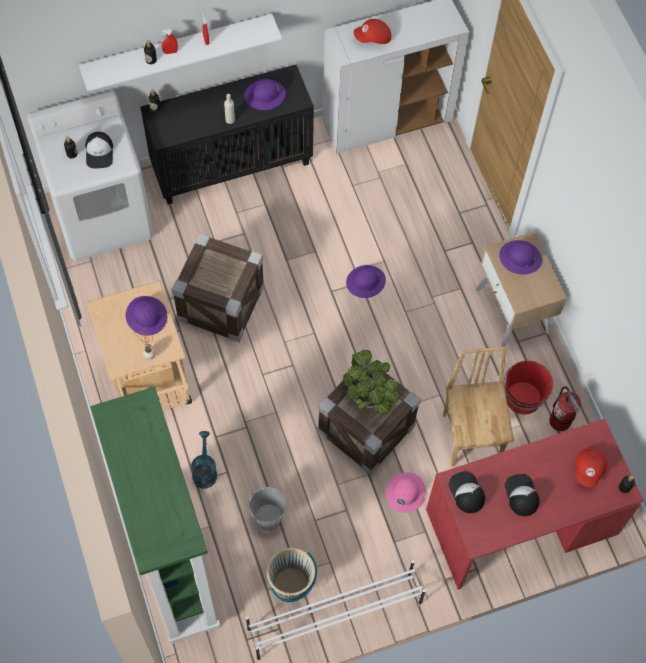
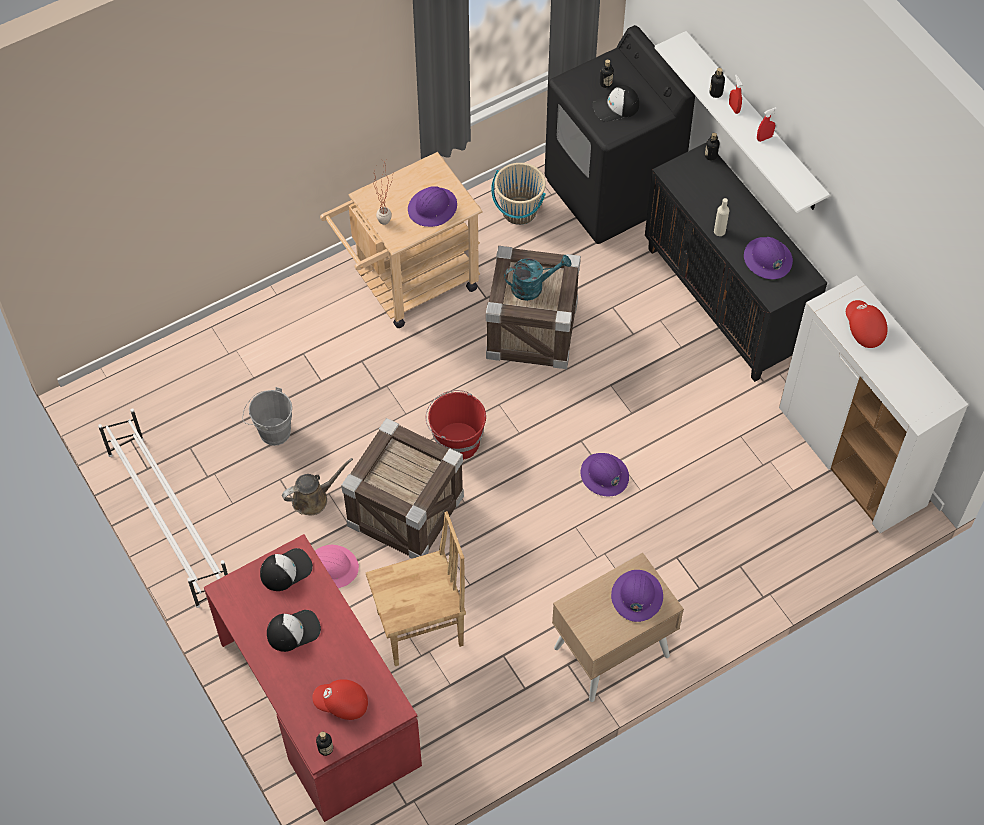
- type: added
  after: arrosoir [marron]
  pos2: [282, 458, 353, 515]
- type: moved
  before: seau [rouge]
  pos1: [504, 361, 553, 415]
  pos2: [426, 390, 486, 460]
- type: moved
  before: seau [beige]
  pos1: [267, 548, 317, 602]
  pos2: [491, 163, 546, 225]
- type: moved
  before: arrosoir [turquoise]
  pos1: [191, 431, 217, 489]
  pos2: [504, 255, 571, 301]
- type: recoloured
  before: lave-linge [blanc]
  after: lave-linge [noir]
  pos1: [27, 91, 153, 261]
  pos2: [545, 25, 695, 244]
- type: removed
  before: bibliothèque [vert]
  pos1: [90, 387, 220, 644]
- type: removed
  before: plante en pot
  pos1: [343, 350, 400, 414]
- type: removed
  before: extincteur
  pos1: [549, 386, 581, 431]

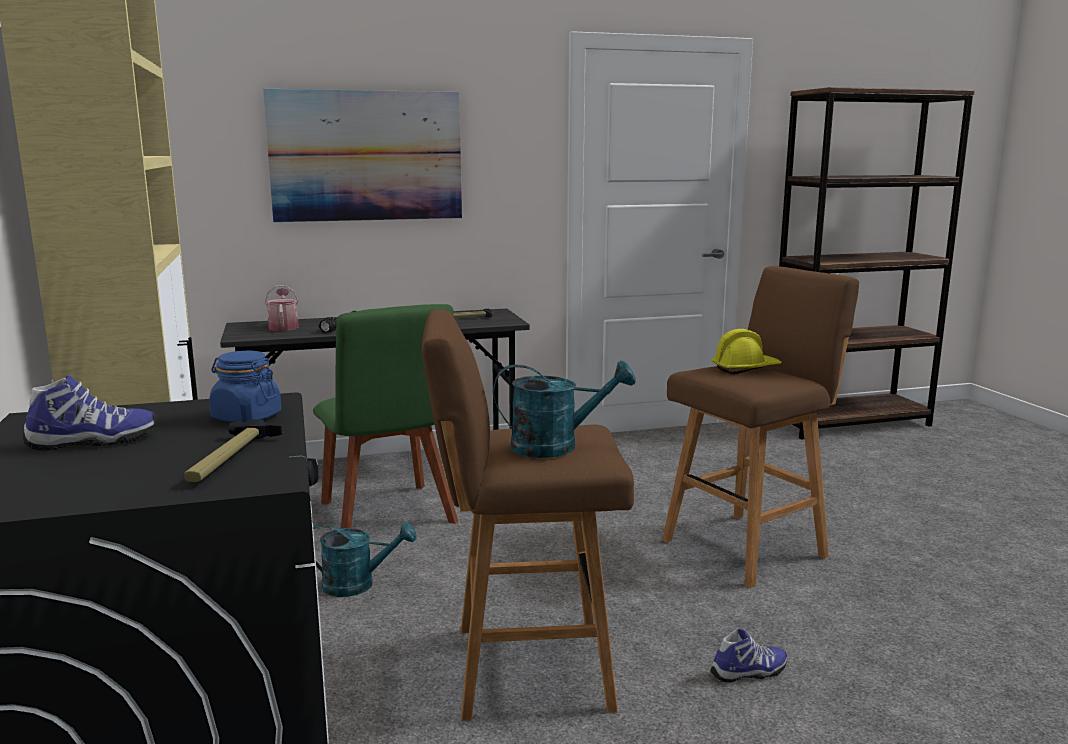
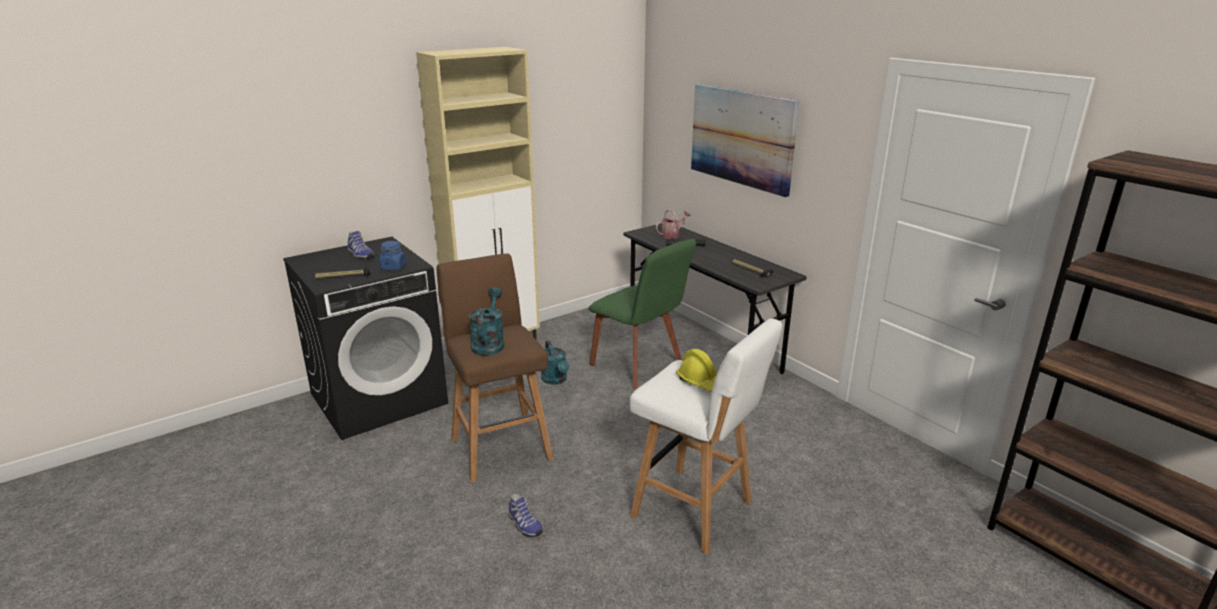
- type: turned
  before: arrosoir [turquoise]
  pos1: [493, 360, 636, 458]
  pos2: [469, 287, 504, 356]
  turn: -150
- type: turned
  before: chaise [vert]
  pos1: [313, 304, 458, 529]
  pos2: [588, 239, 696, 389]
  turn: -90
- type: recoloured
  before: tabouret [marron]
  after: tabouret [blanc]
  pos1: [662, 266, 859, 588]
  pos2: [630, 318, 782, 555]

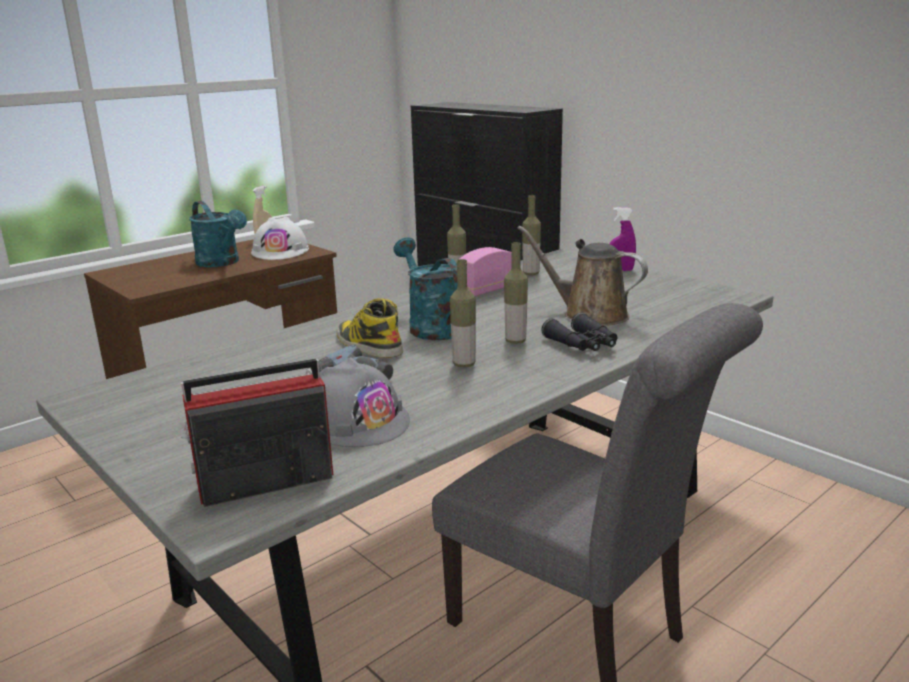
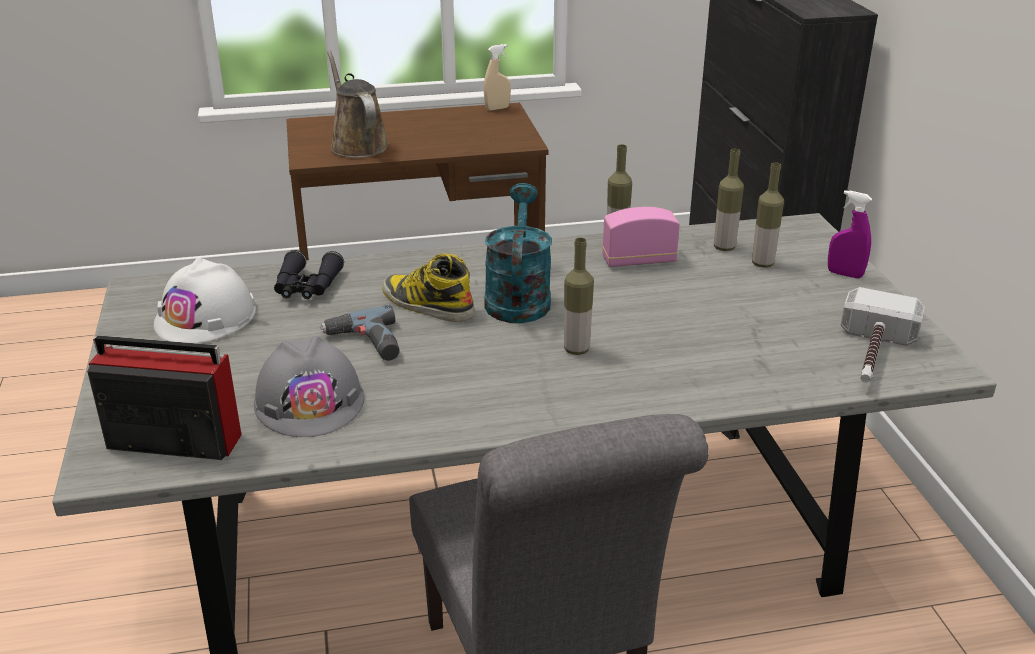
- type: moved
  before: casque de chantier [blanc]
  pos1: [251, 217, 309, 260]
  pos2: [154, 258, 256, 343]
- type: moved
  before: jumelles [noir]
  pos1: [542, 313, 617, 351]
  pos2: [274, 250, 344, 299]
- type: moved
  before: arrosoir [marron]
  pos1: [517, 226, 648, 326]
  pos2: [327, 50, 389, 158]
- type: turned
  before: botte
  pos1: [337, 298, 403, 358]
  pos2: [382, 253, 475, 322]
  turn: -45
- type: moved
  before: bouteille
  pos1: [450, 259, 476, 367]
  pos2: [752, 163, 784, 268]
- type: added
  after: marteau
  pos2: [841, 287, 925, 382]
- type: removed
  before: arrosoir [turquoise]
  pos1: [189, 201, 247, 267]

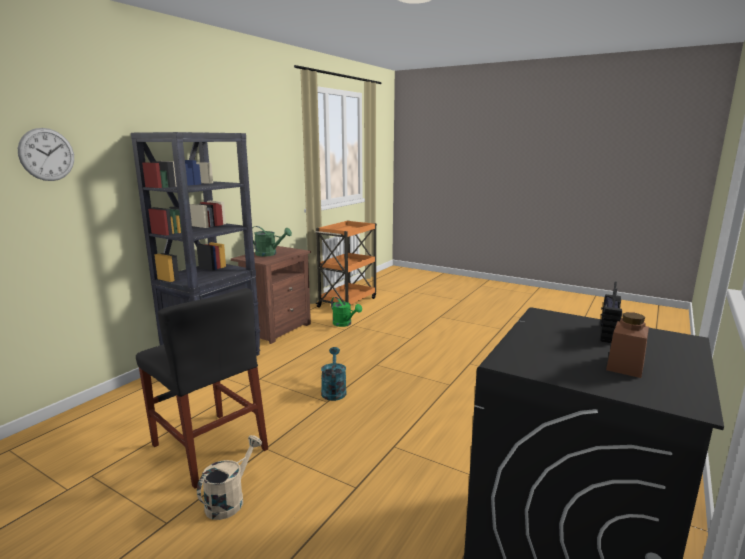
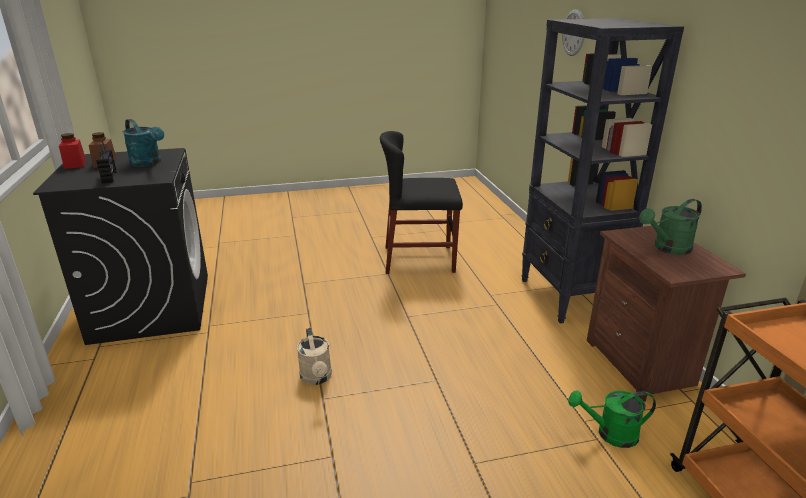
- type: added
  after: bocal [rouge]
  pos2: [59, 133, 86, 169]
- type: moved
  before: arrosoir [turquoise]
  pos1: [321, 347, 346, 401]
  pos2: [123, 119, 164, 167]
- type: moved
  before: arrosoir [beige]
  pos1: [197, 435, 262, 520]
  pos2: [297, 327, 332, 385]

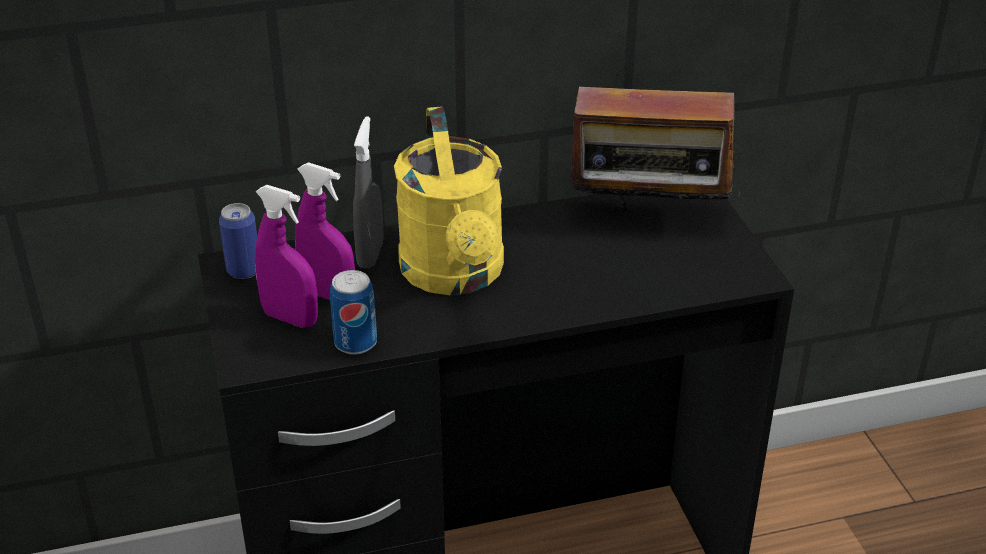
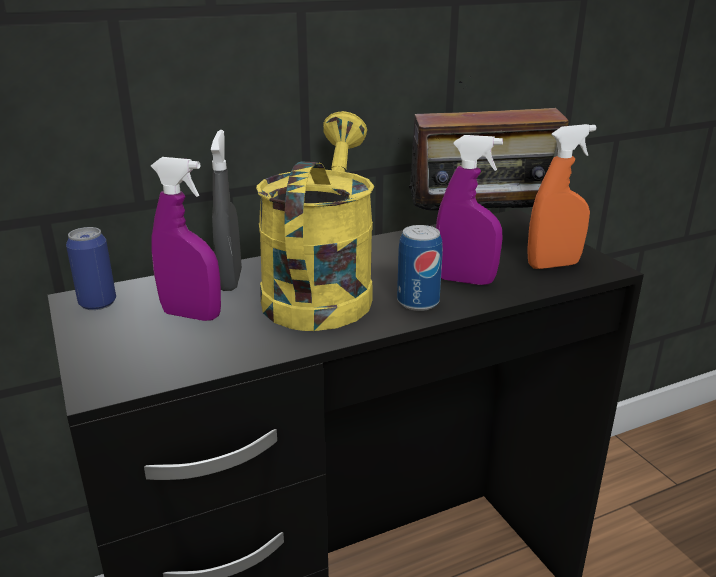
- type: turned
  before: arrosoir [jaune]
  pos1: [394, 106, 504, 295]
  pos2: [256, 111, 374, 331]
  turn: -150
- type: moved
  before: boîte métallique
  pos1: [330, 270, 377, 355]
  pos2: [397, 225, 443, 311]
- type: moved
  before: vaporisateur [violet]
  pos1: [255, 185, 318, 328]
  pos2: [436, 135, 503, 285]
- type: added
  after: vaporisateur [orange]
  pos2: [527, 124, 596, 269]

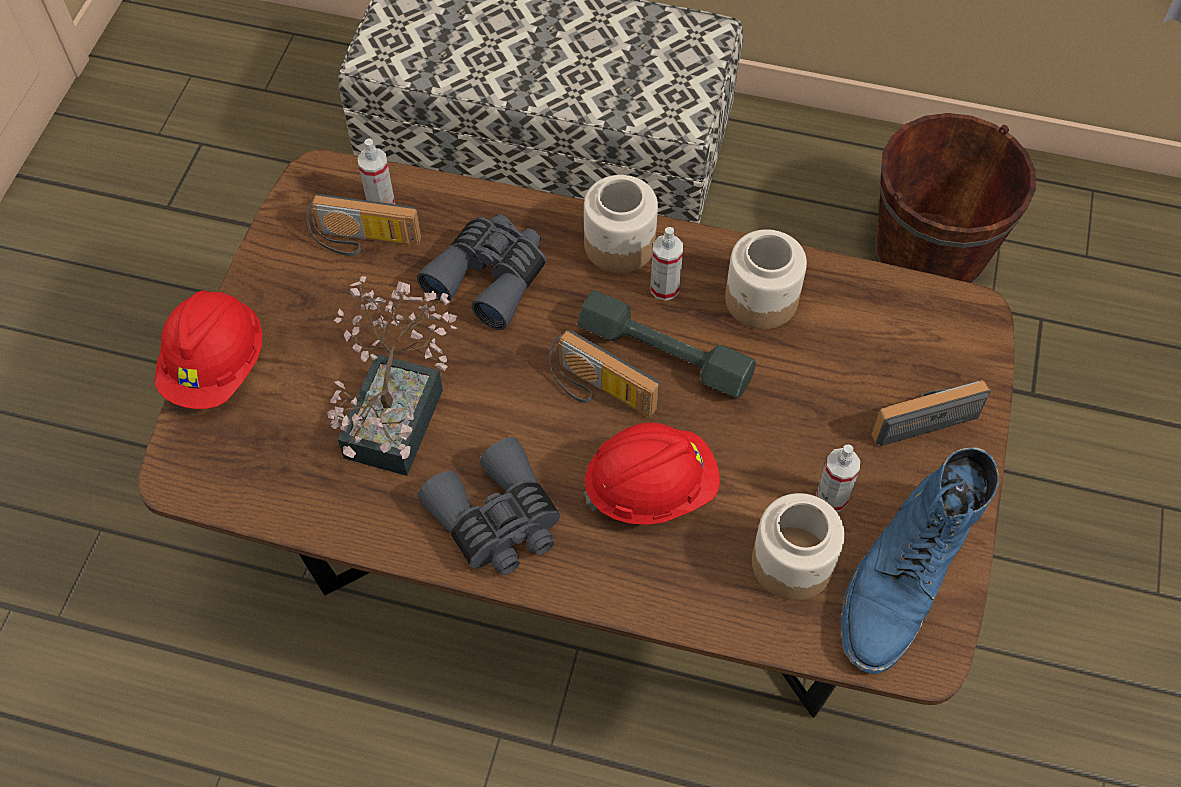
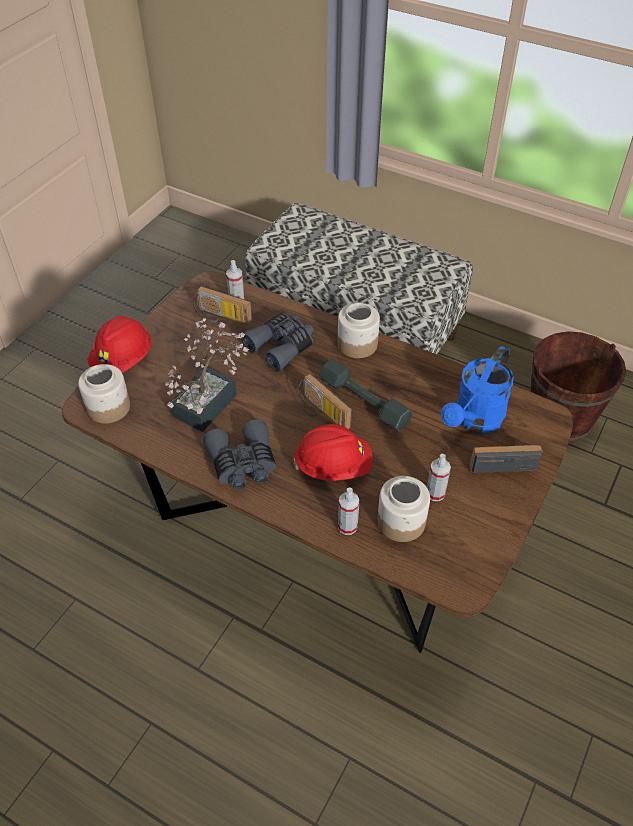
- type: moved
  before: bocal
  pos1: [725, 229, 807, 330]
  pos2: [78, 364, 130, 424]
- type: moved
  before: vaporisateur
  pos1: [651, 227, 683, 301]
  pos2: [338, 487, 360, 535]
- type: added
  after: arrosoir [bleu]
  pos2: [441, 346, 514, 434]
- type: removed
  before: botte [bleu]
  pos1: [841, 447, 999, 674]

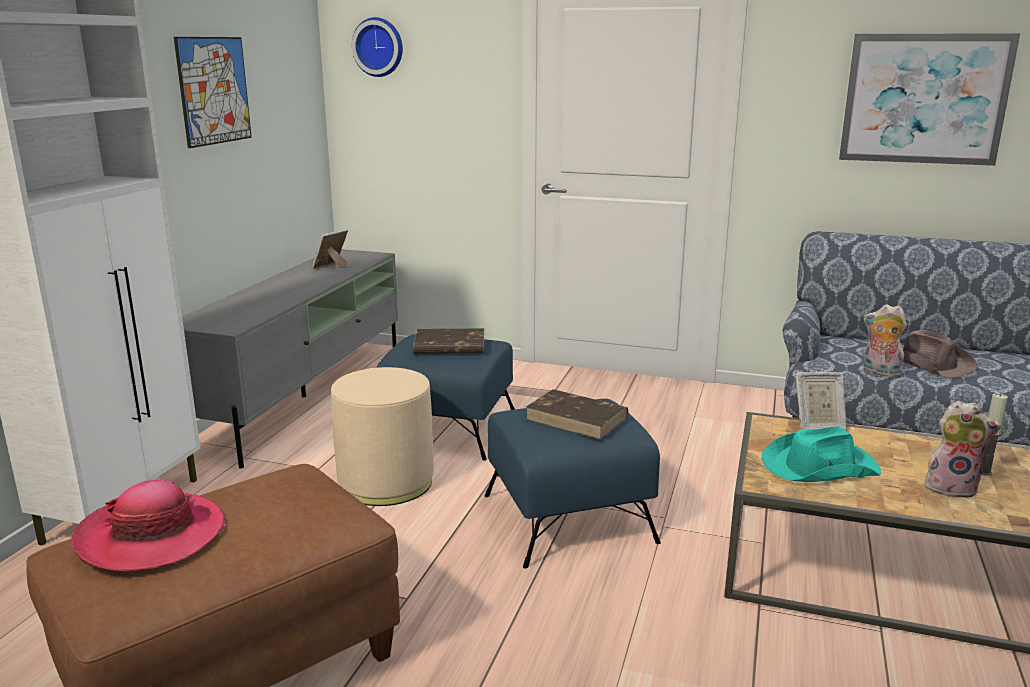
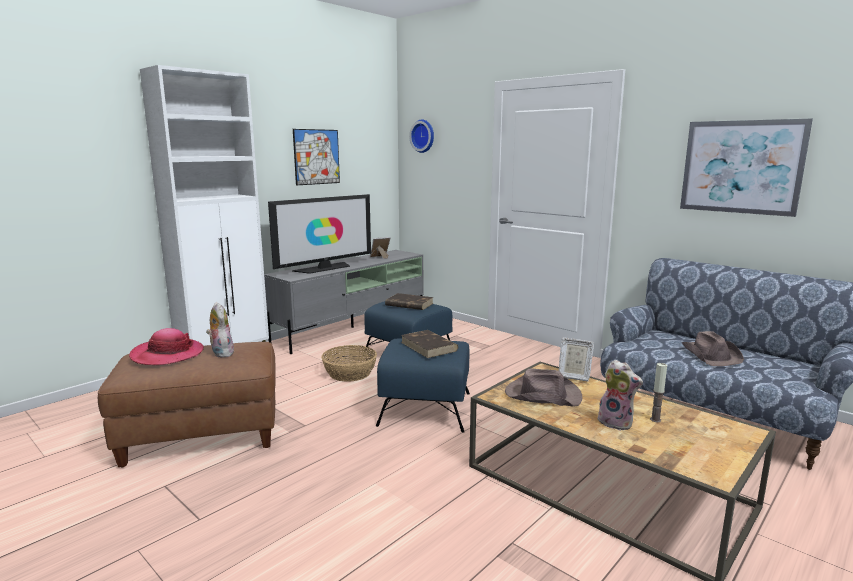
- type: moved
  before: peluche
  pos1: [863, 304, 907, 378]
  pos2: [206, 302, 234, 358]
- type: added
  after: téléviseur
  pos2: [268, 194, 371, 274]
- type: replaced
  before: pouf [beige]
  after: panier
  pos1: [331, 367, 434, 506]
  pos2: [321, 345, 377, 382]
- type: recoloured
  before: chapeau [turquoise]
  after: chapeau [marron]
  pos1: [762, 426, 881, 482]
  pos2: [505, 368, 582, 407]

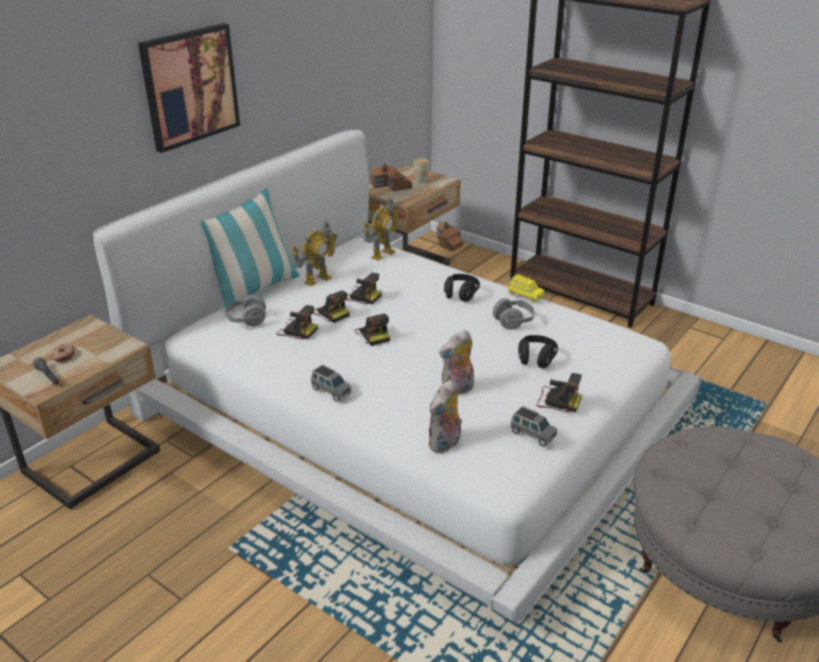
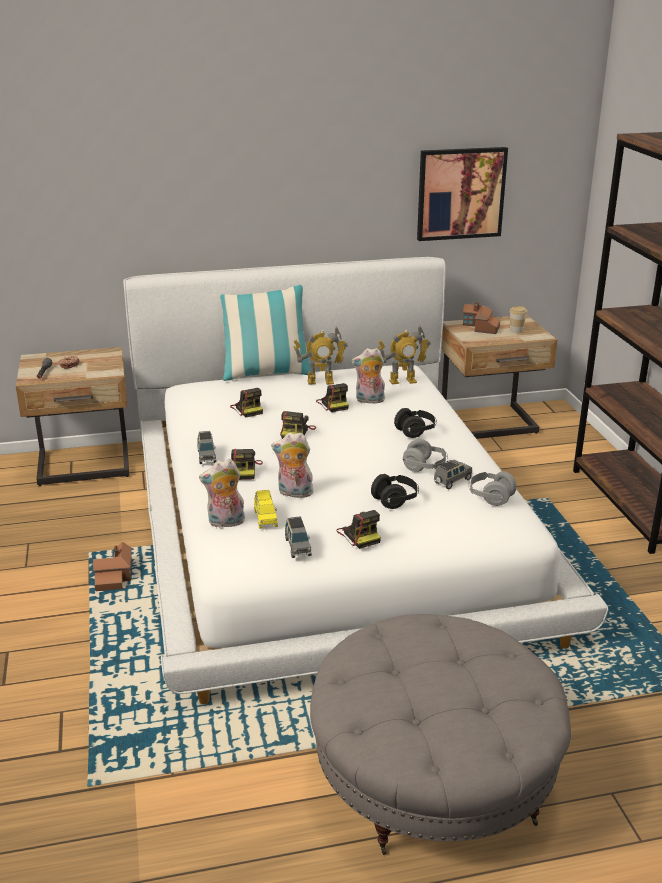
- type: moved
  before: maison miniature
  pos1: [436, 222, 463, 252]
  pos2: [93, 542, 132, 591]
- type: moved
  before: appareil photo
  pos1: [313, 290, 350, 323]
  pos2: [231, 449, 263, 480]
- type: moved
  before: petite voiture [jaune]
  pos1: [508, 274, 544, 304]
  pos2: [254, 490, 278, 529]
- type: added
  after: peluche
  pos2: [351, 348, 385, 403]
- type: moved
  before: tableau
  pos1: [138, 23, 240, 153]
  pos2: [417, 147, 508, 241]
- type: added
  after: petite voiture [gris]
  pos2: [434, 459, 472, 489]
- type: moved
  before: casque audio [gris]
  pos1: [225, 295, 266, 326]
  pos2: [468, 471, 517, 506]

